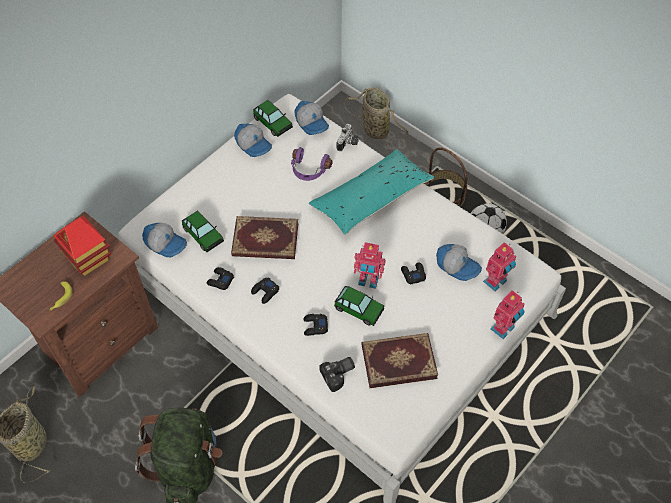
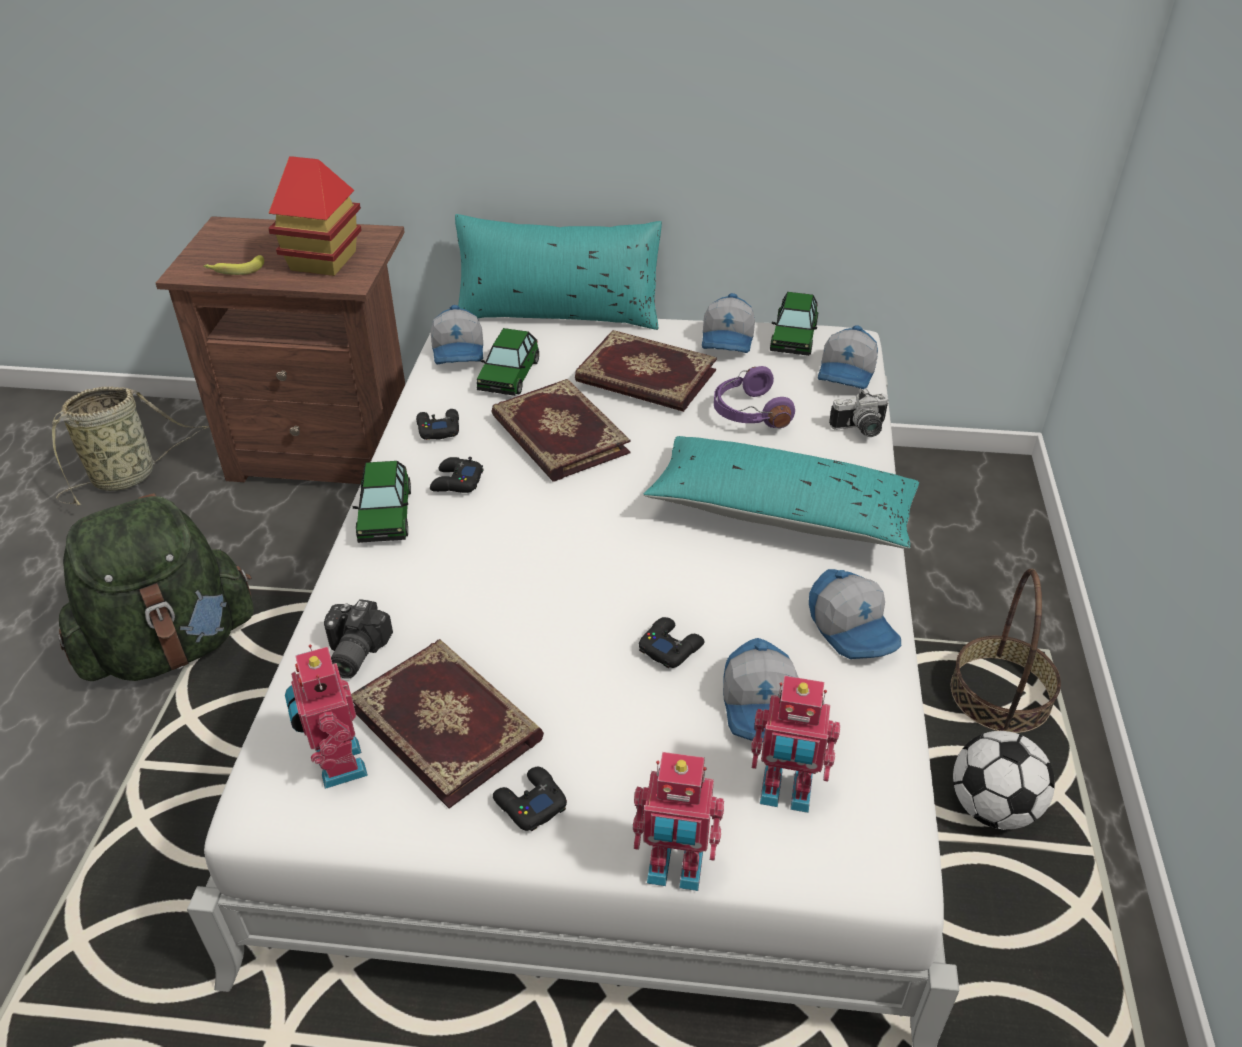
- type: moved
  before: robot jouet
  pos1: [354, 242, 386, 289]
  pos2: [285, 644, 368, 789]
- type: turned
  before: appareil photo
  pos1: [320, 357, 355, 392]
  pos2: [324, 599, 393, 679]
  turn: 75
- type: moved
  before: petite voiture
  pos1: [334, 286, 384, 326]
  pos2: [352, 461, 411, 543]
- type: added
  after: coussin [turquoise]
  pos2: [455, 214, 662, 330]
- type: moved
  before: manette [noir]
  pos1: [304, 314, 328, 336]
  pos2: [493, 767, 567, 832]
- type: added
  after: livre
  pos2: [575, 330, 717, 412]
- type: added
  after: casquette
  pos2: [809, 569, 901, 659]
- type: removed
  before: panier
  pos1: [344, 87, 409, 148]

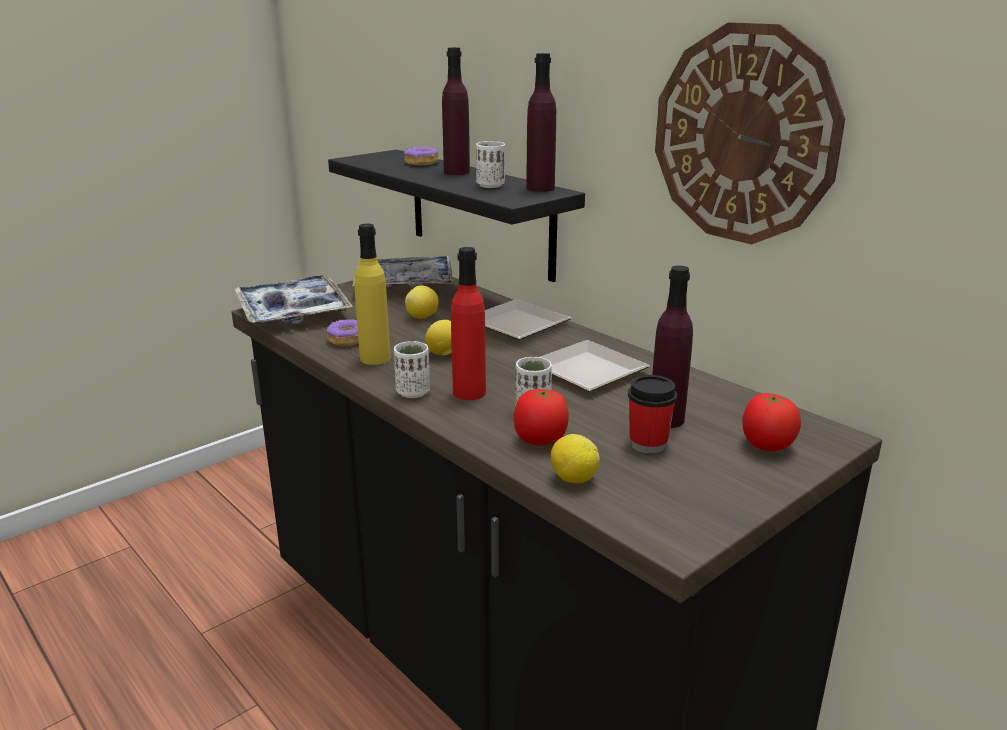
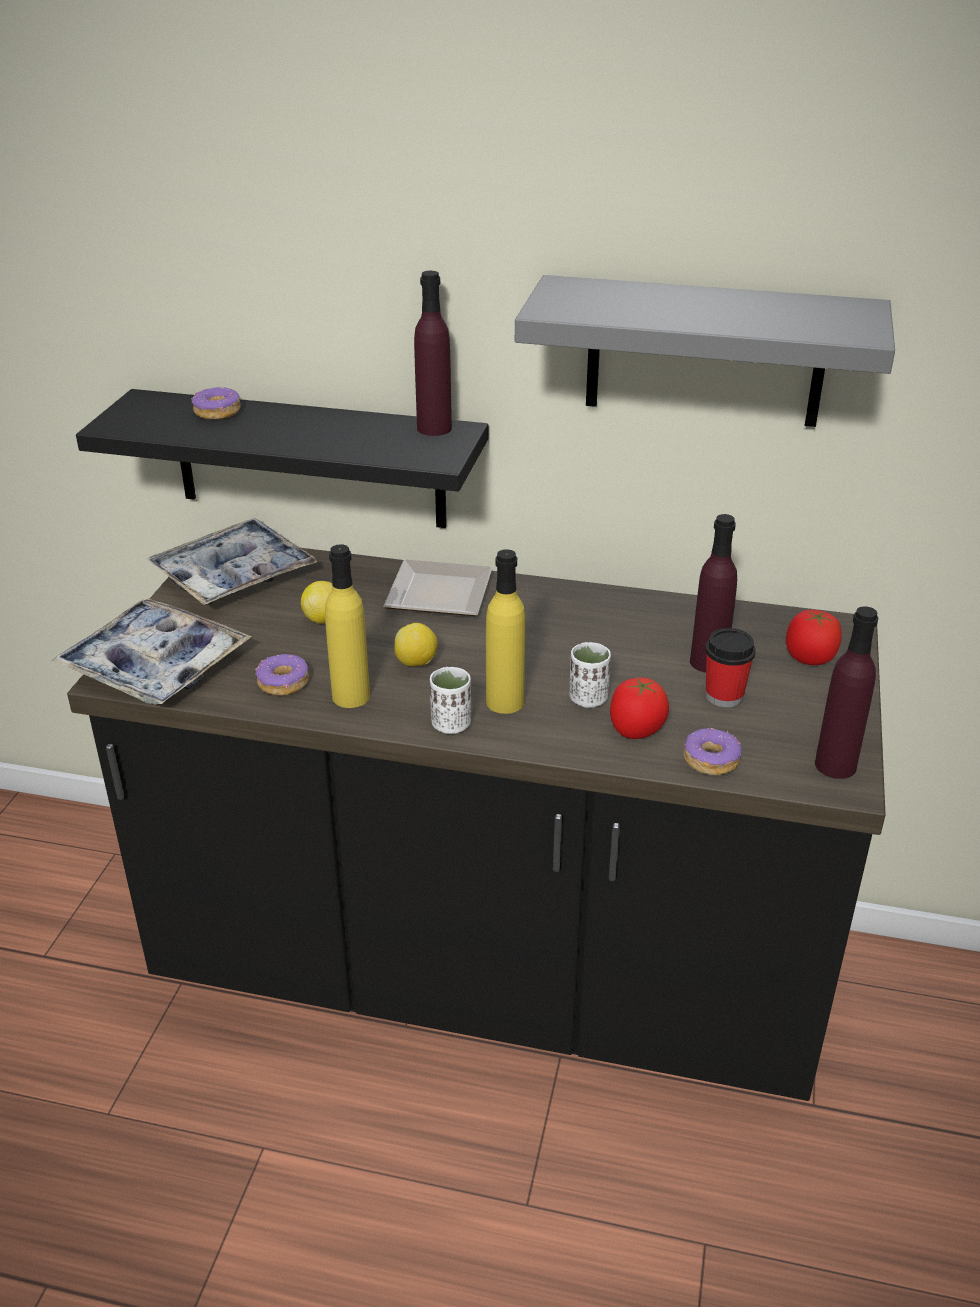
- type: recoloured
  before: bouteille [rouge]
  after: bouteille [jaune]
  pos1: [451, 247, 486, 400]
  pos2: [486, 549, 525, 714]
- type: replaced
  before: horloge murale
  after: étagère [gris]
  pos1: [655, 22, 845, 245]
  pos2: [515, 275, 895, 427]
- type: replaced
  before: citron
  after: beignet
  pos1: [551, 434, 600, 483]
  pos2: [684, 728, 742, 775]
- type: moved
  before: bouteille [violet]
  pos1: [442, 47, 470, 175]
  pos2: [815, 606, 878, 779]
- type: removed
  before: tasse [blanc]
  pos1: [476, 141, 505, 188]
- type: removed
  before: assiette
  pos1: [540, 340, 650, 392]

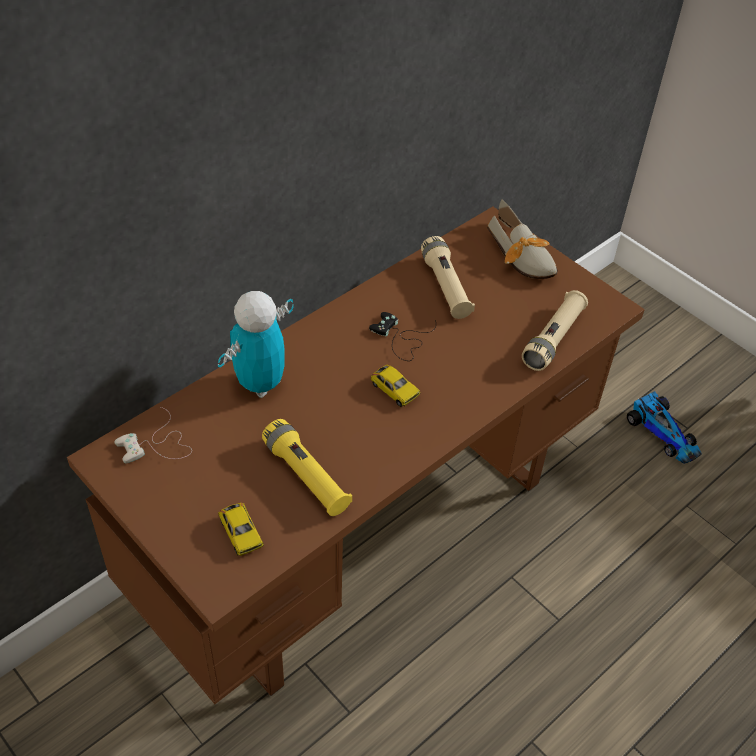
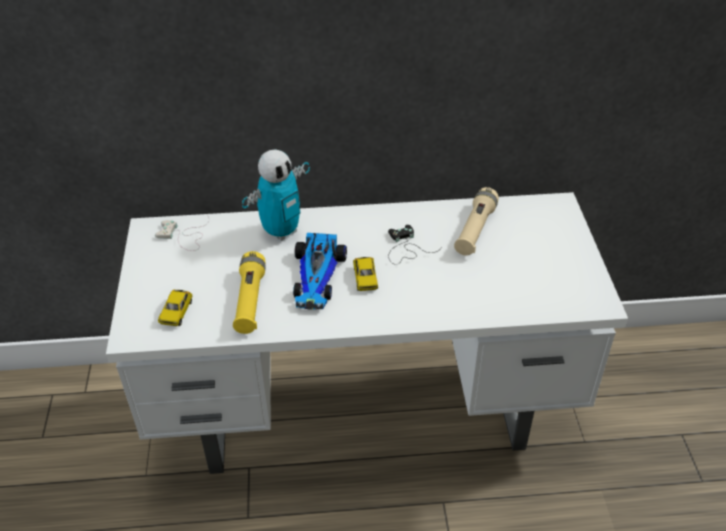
- type: recoloured
  before: bureau [marron]
  after: bureau [blanc]
  pos1: [67, 207, 645, 704]
  pos2: [106, 192, 628, 474]
- type: turned
  before: robot jouet
  pos1: [218, 291, 294, 398]
  pos2: [242, 149, 310, 241]
  turn: 150
- type: moved
  before: petite voiture
  pos1: [627, 391, 702, 464]
  pos2: [293, 233, 347, 310]
- type: removed
  before: chaussure
  pos1: [487, 200, 558, 279]
- type: removed
  before: lampe de poche [beige]
  pos1: [522, 290, 588, 371]

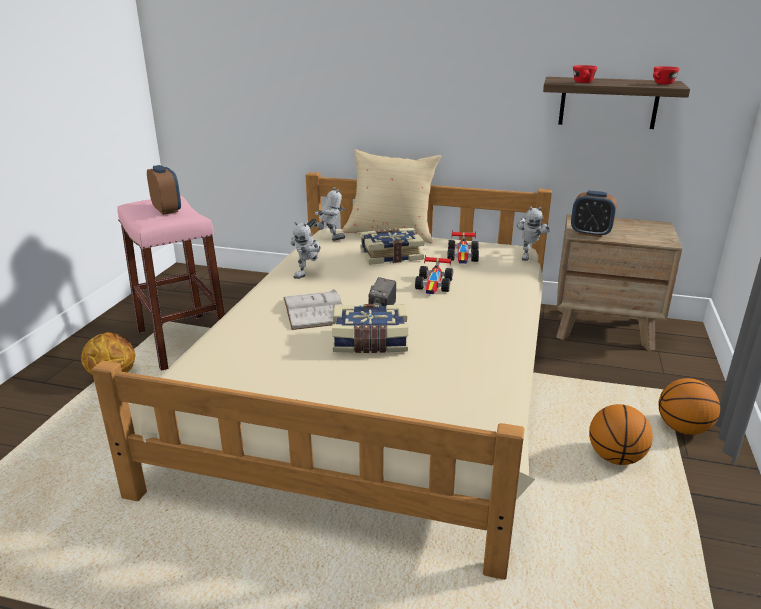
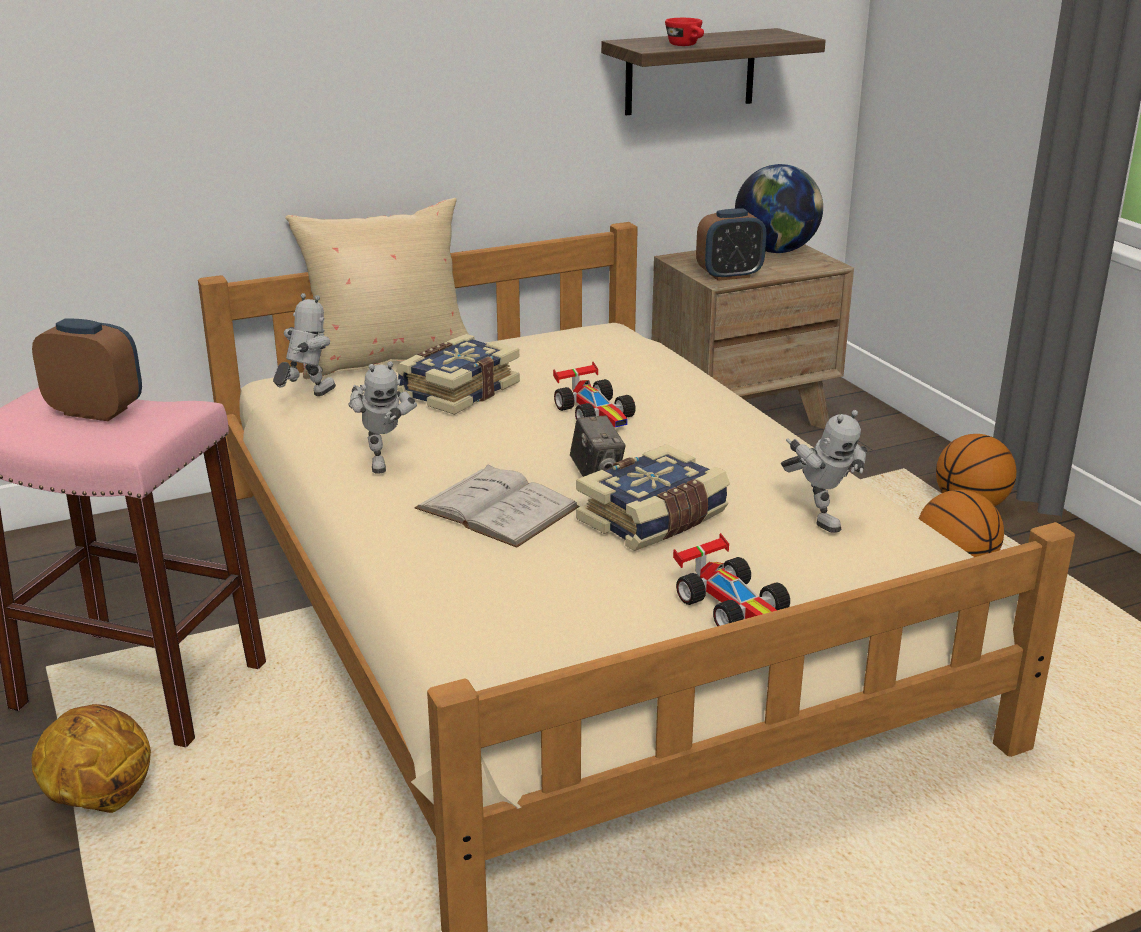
- type: moved
  before: petite voiture
  pos1: [447, 230, 479, 264]
  pos2: [673, 533, 790, 626]
- type: added
  after: globe
  pos2: [735, 164, 823, 253]
- type: moved
  before: robot jouet
  pos1: [517, 206, 550, 261]
  pos2: [781, 410, 868, 533]
- type: removed
  before: tasse [rouge]
  pos1: [653, 66, 679, 84]

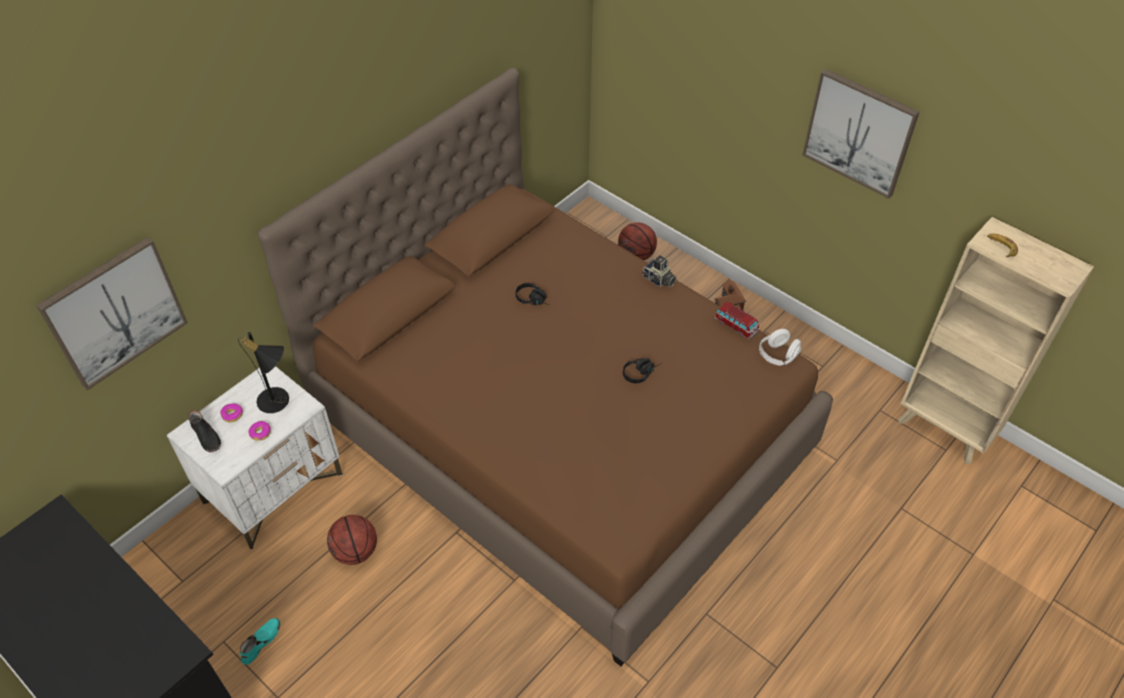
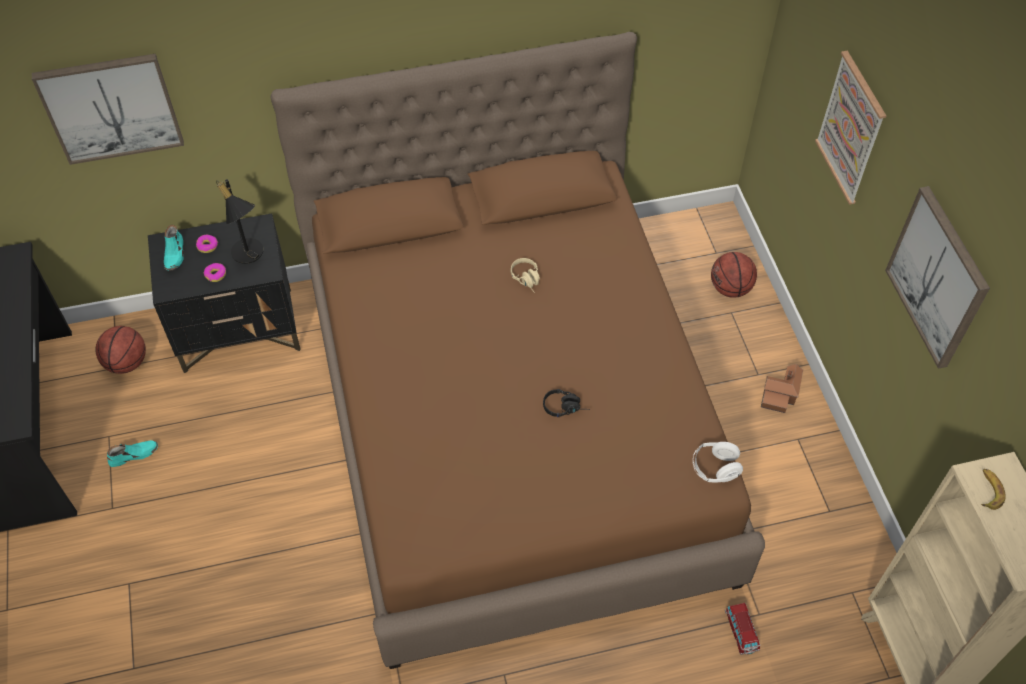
- type: moved
  before: ballon de basket
  pos1: [327, 515, 377, 565]
  pos2: [96, 326, 146, 374]
- type: recoloured
  before: table de chevet [blanc]
  after: table de chevet [noir]
  pos1: [166, 366, 343, 550]
  pos2: [148, 213, 301, 373]
- type: recoloured
  before: chaussure [noir]
  after: chaussure [turquoise]
  pos1: [188, 410, 221, 452]
  pos2: [164, 225, 184, 271]
- type: recoloured
  before: casque audio [noir]
  after: casque audio [beige]
  pos1: [516, 283, 549, 305]
  pos2: [511, 258, 540, 293]
- type: moved
  before: petite voiture
  pos1: [714, 301, 759, 339]
  pos2: [725, 603, 760, 655]
- type: added
  after: tableau
  pos2: [815, 51, 886, 205]
- type: removed
  before: appareil photo
  pos1: [642, 255, 677, 287]

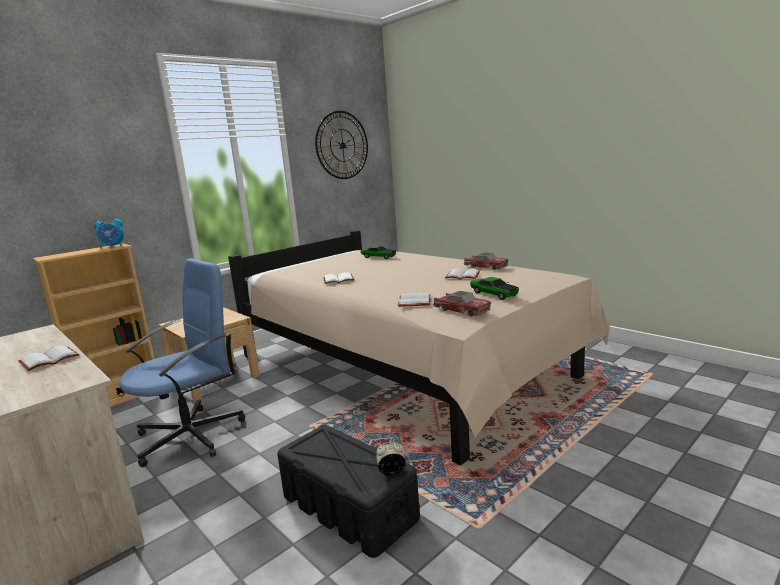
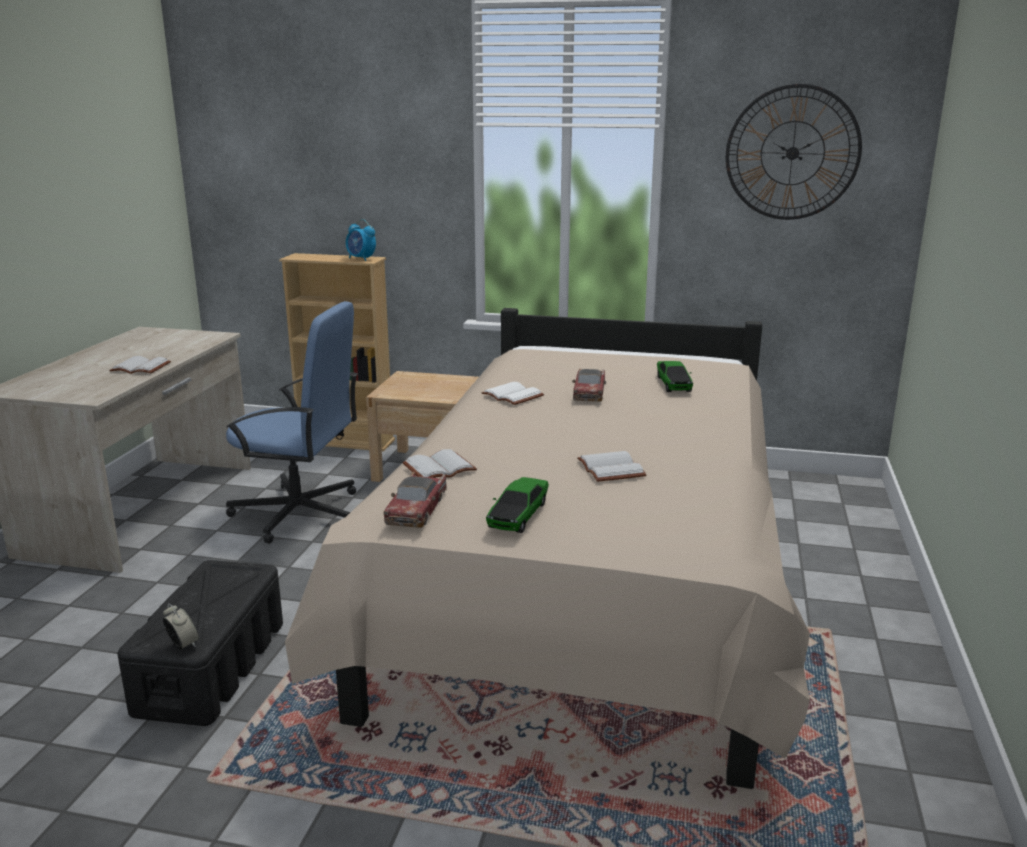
- type: moved
  before: petite voiture
  pos1: [464, 253, 508, 270]
  pos2: [572, 369, 606, 402]

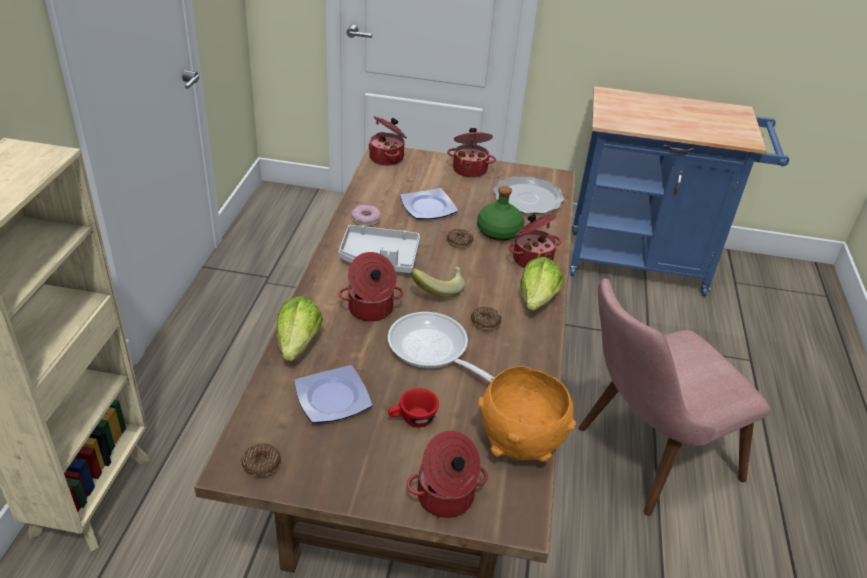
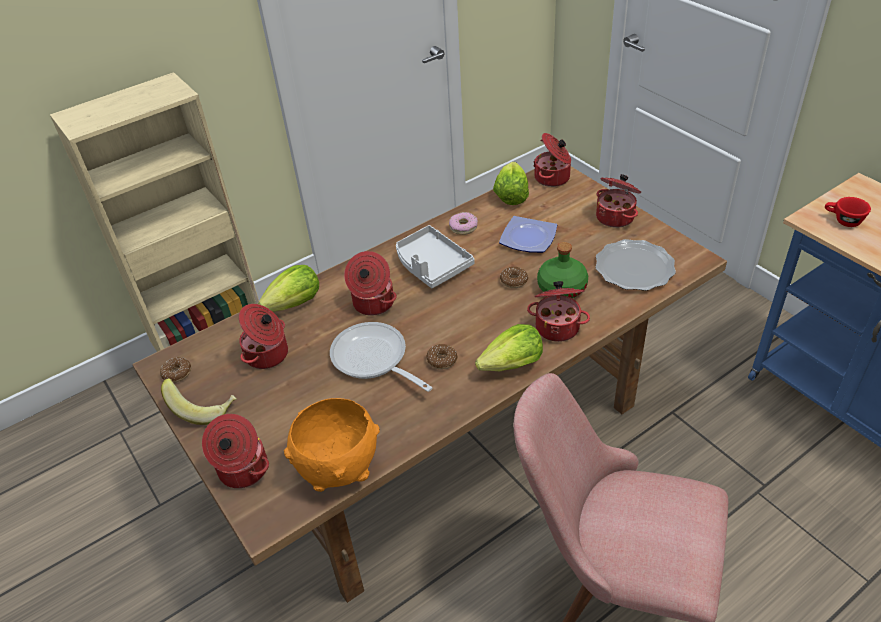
- type: moved
  before: banane
  pos1: [411, 267, 465, 298]
  pos2: [161, 378, 237, 425]
- type: replaced
  before: assiette
  after: marmite
  pos1: [294, 365, 372, 423]
  pos2: [239, 304, 288, 369]
- type: turned
  before: poêle
  pos1: [388, 312, 494, 382]
  pos2: [330, 322, 433, 392]
  turn: -45
- type: added
  after: laitue
  pos2: [493, 162, 529, 205]
- type: moved
  before: tasse [rouge]
  pos1: [388, 388, 439, 427]
  pos2: [825, 197, 871, 227]

